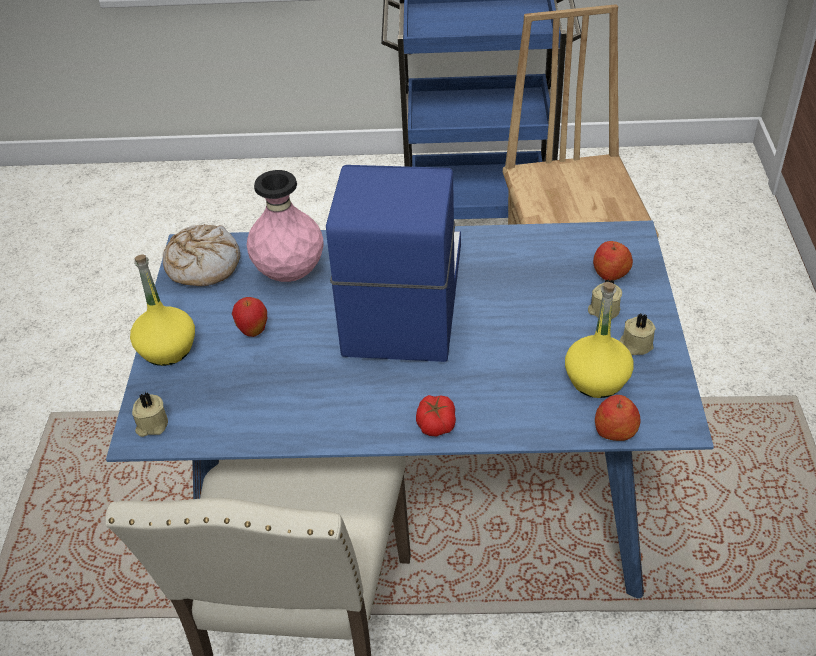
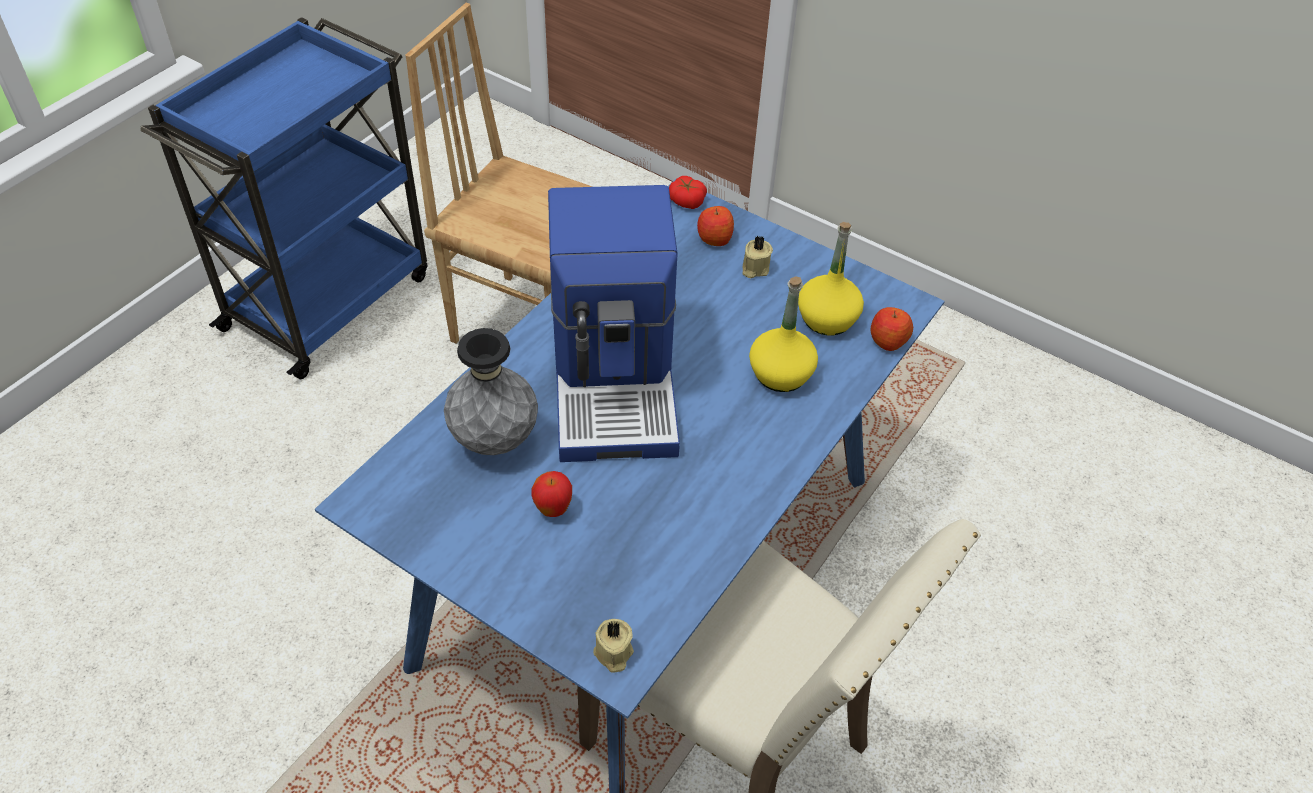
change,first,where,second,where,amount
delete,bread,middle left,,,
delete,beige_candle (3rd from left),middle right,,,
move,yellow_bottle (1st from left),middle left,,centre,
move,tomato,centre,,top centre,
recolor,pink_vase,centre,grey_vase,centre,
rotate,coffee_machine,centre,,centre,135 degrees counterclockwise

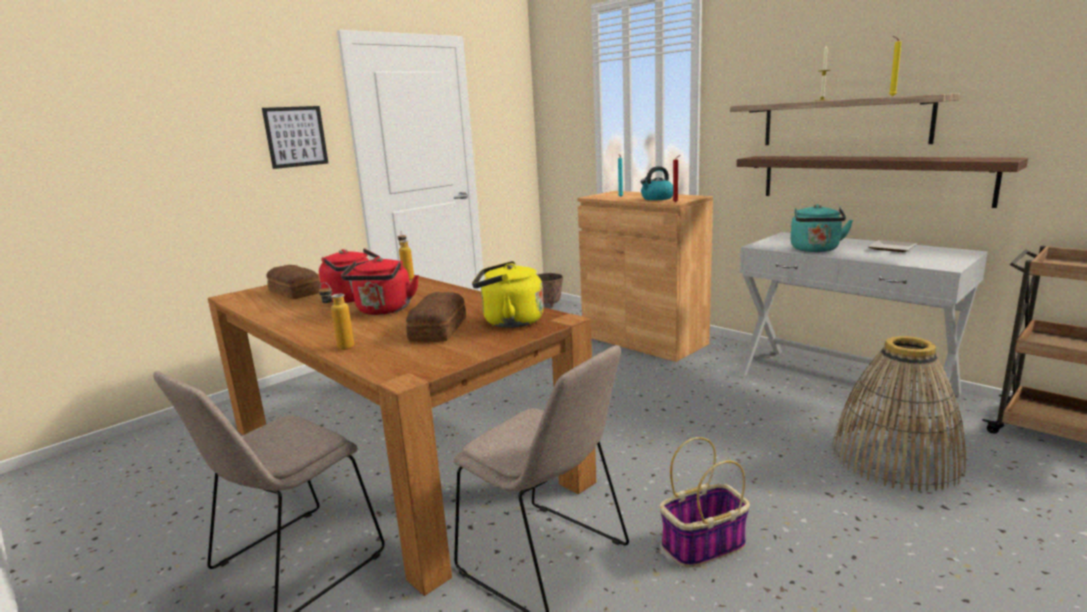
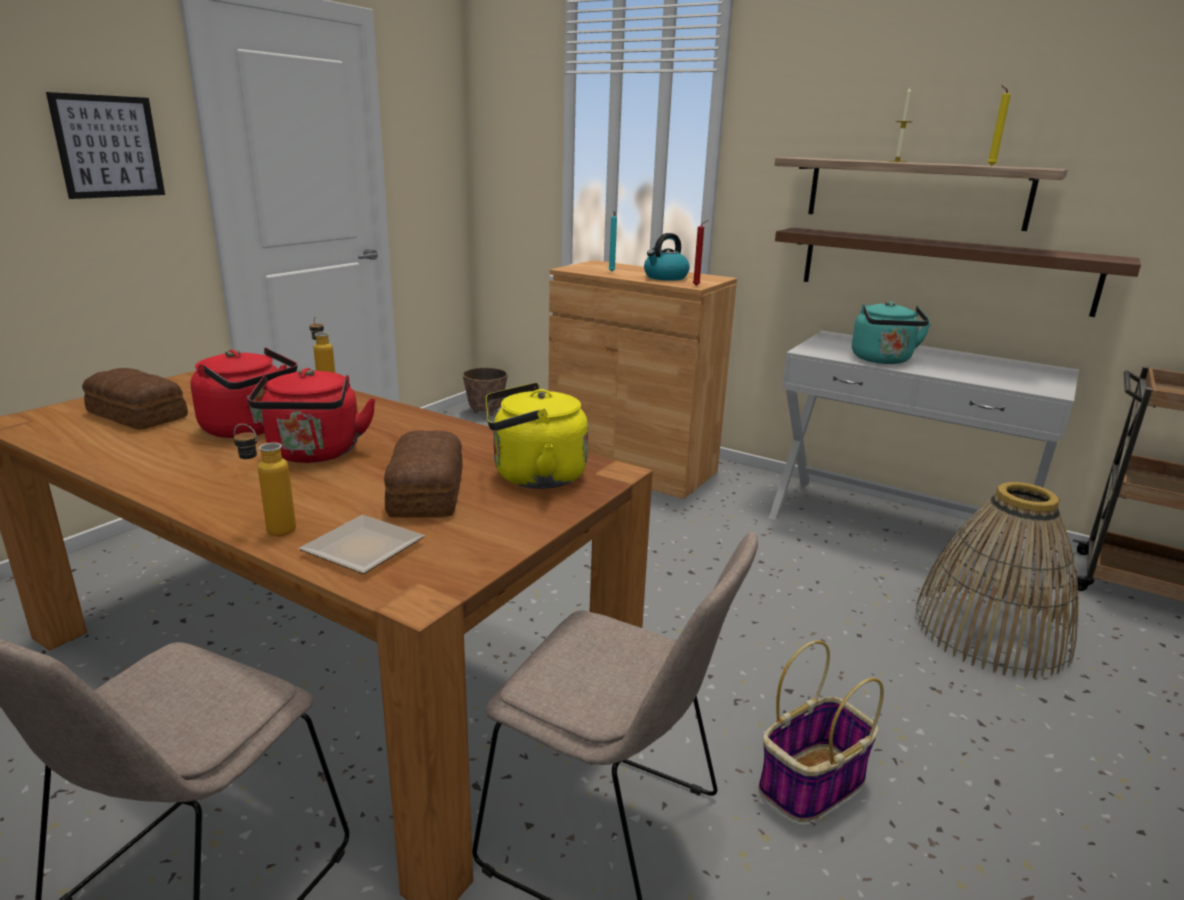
change,first,where,second,where,amount
move,plate,middle right,,middle left,

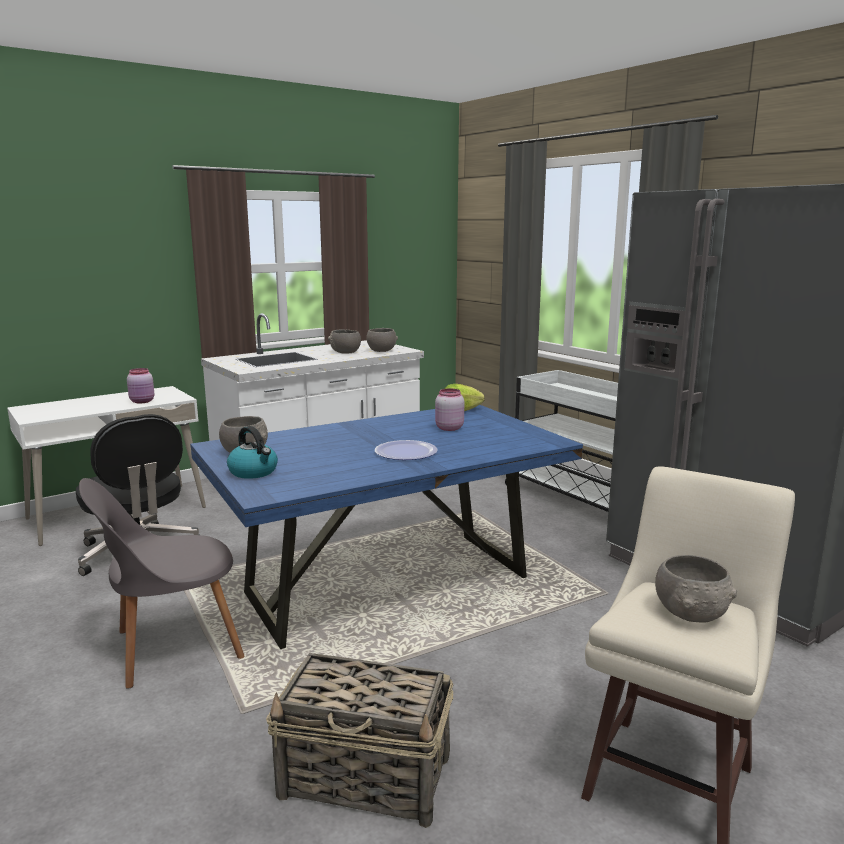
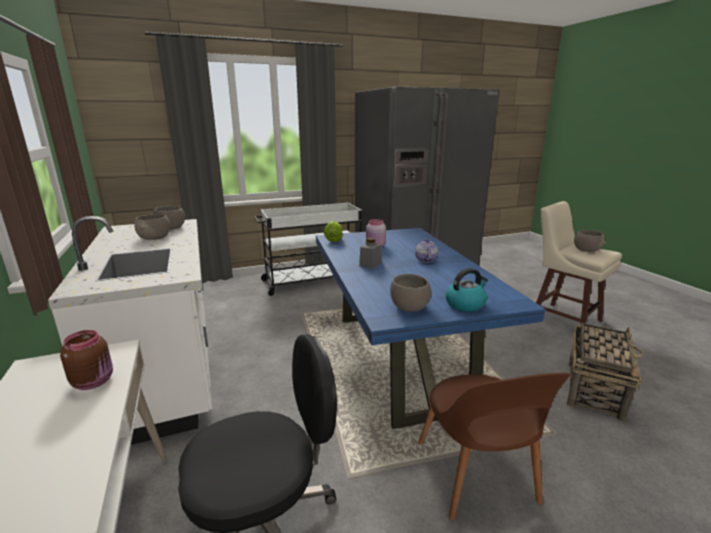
change,first,where,second,where,amount
insert,,,grey_jar,centre,
replace,plate,centre,teapot,centre,
recolor,grey_chair,bottom left,brown_chair,bottom right,
recolor,pink_jar (1st from left),middle left,brown_jar,bottom left,

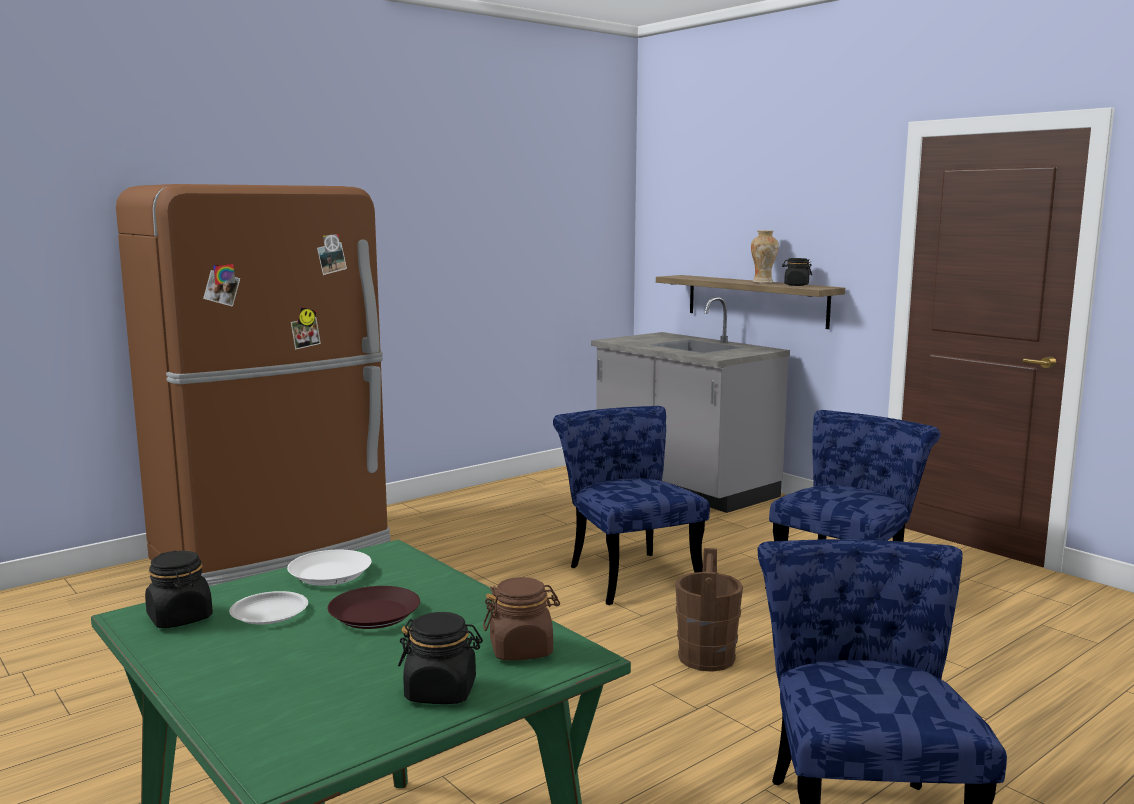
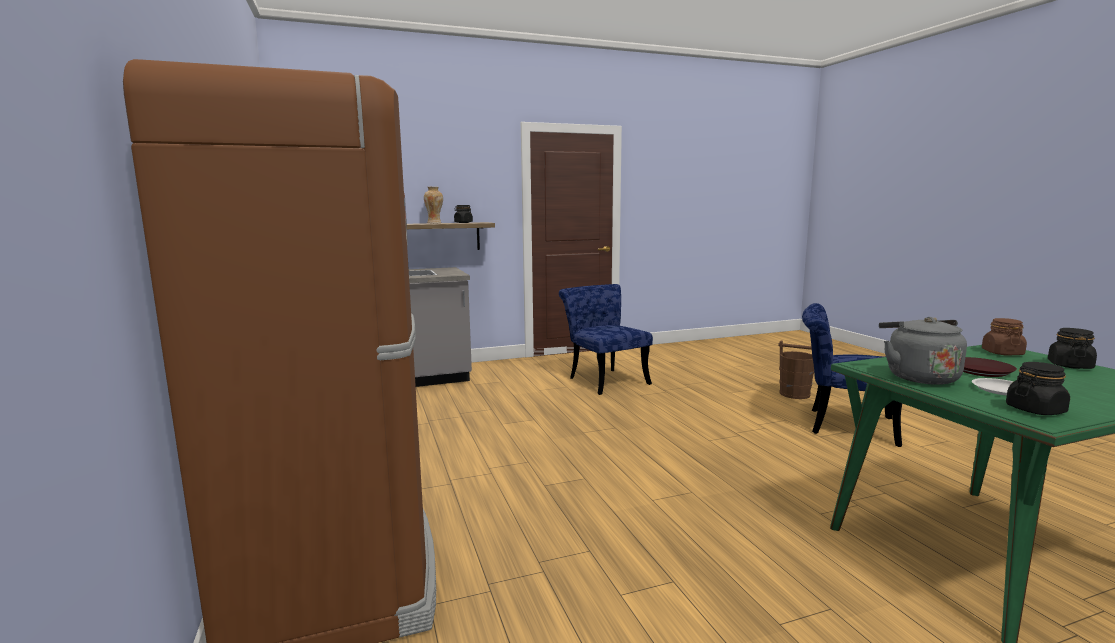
change,first,where,second,where,amount
delete,blue_chair (1st from left),centre,,,
move,brown_bucket,bottom centre,,middle right,
replace,white_plate (2nd from left),bottom left,grey_kettle,middle right,

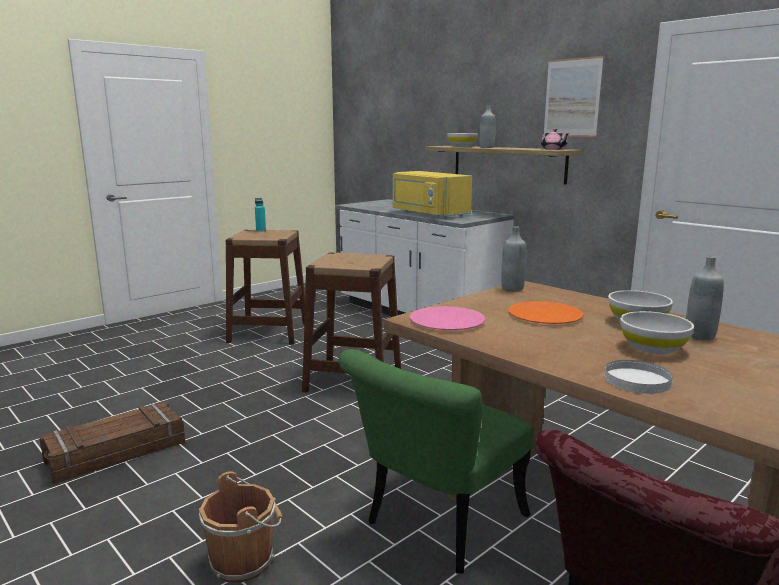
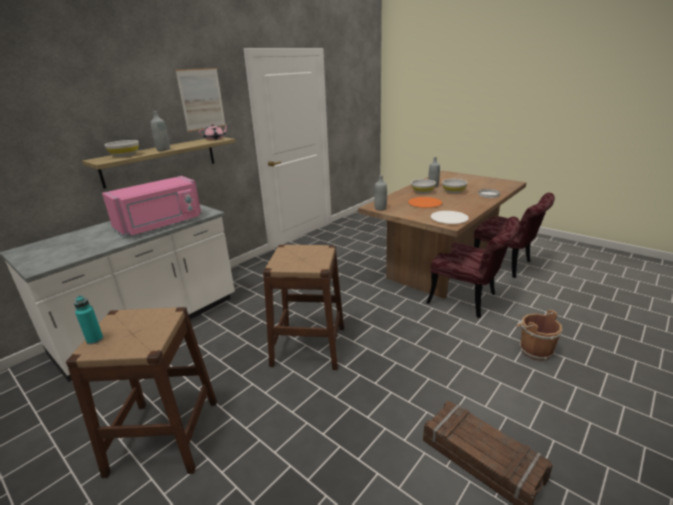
change,first,where,second,where,amount
recolor,green_chair,bottom centre,red_chair (1st from left),middle right,
recolor,yellow_microwave,centre,pink_microwave,middle left,
recolor,pink_plate,centre,white_plate (1st from left),middle right,

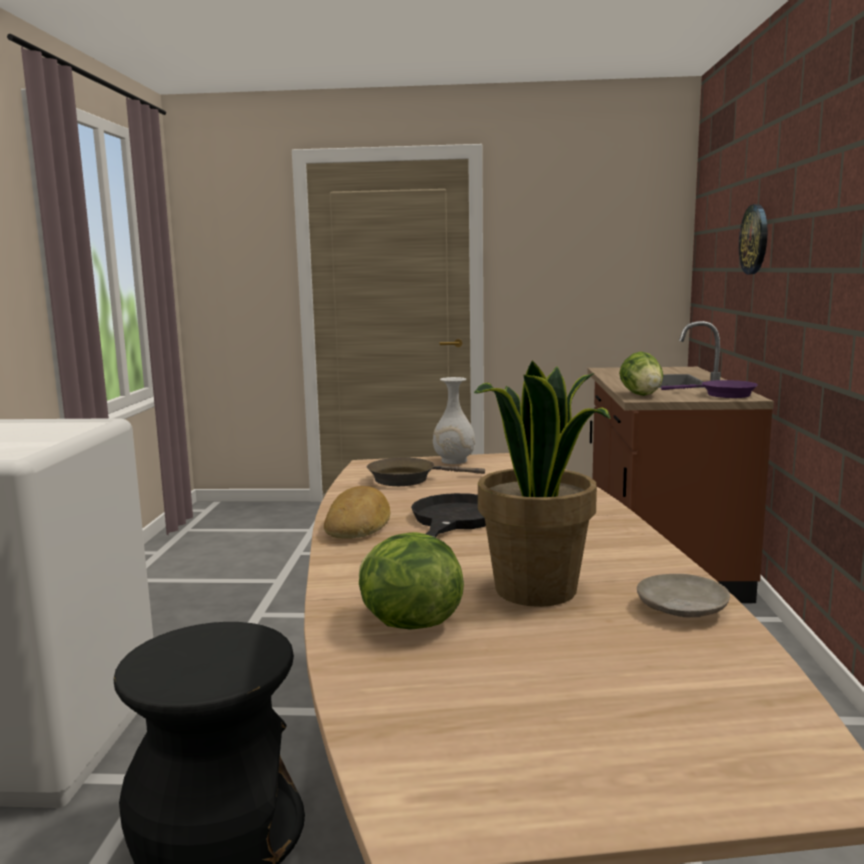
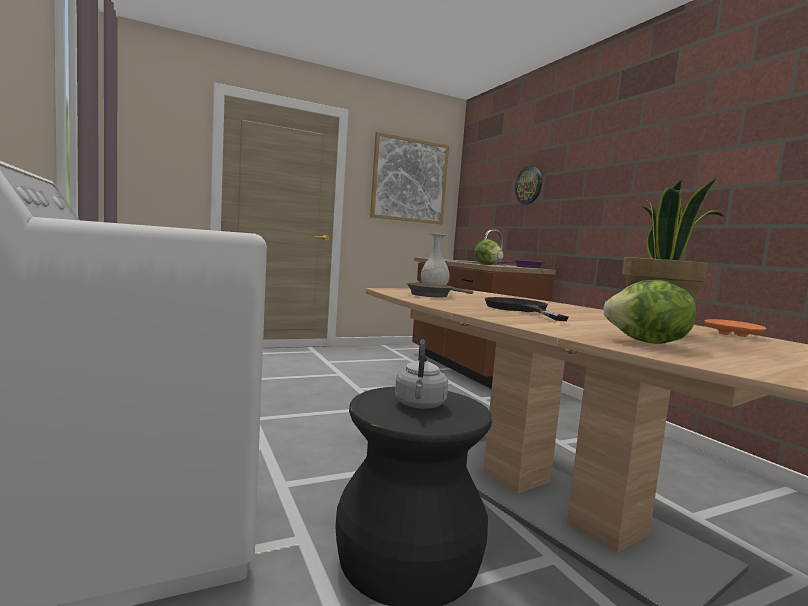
change,first,where,second,where,amount
delete,bread,centre,,,
insert,,,picture,top centre,
insert,,,grey_kettle,centre,
recolor,beige_plate,bottom right,orange_plate,middle right,

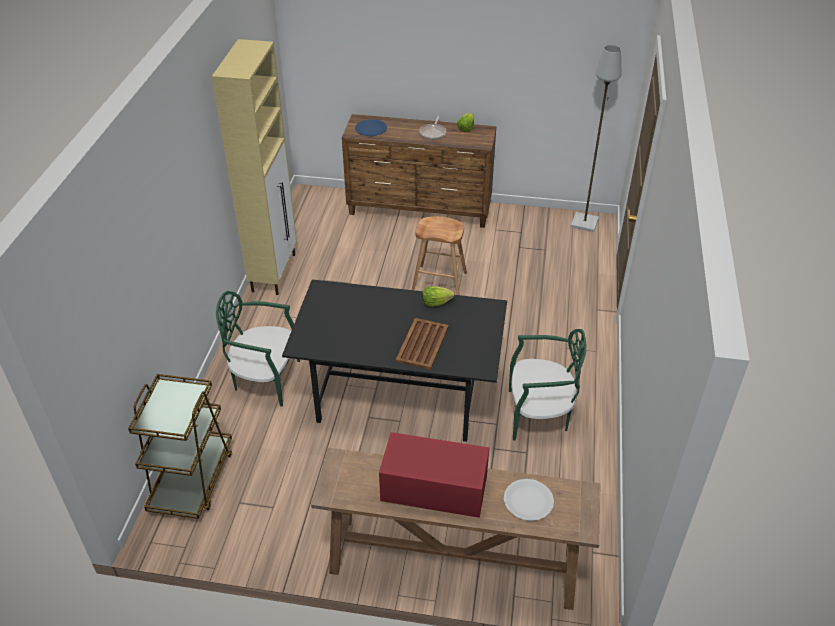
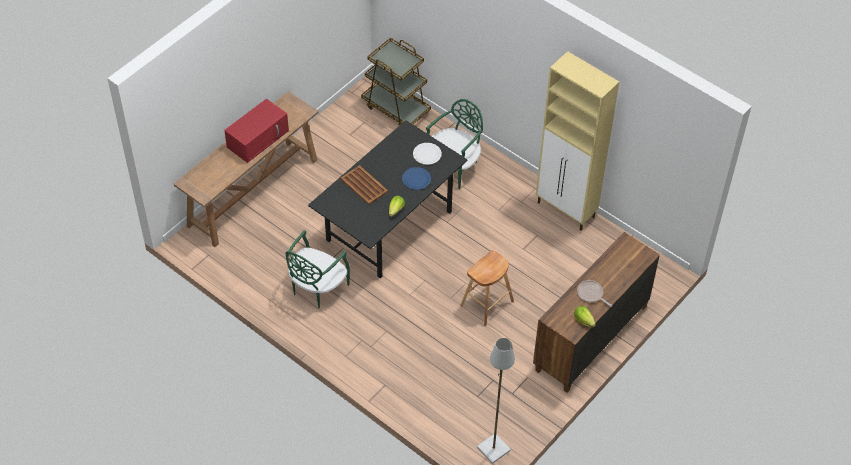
change,first,where,second,where,amount
move,blue_plate,top centre,,centre,
move,white_plate,bottom centre,,top centre,

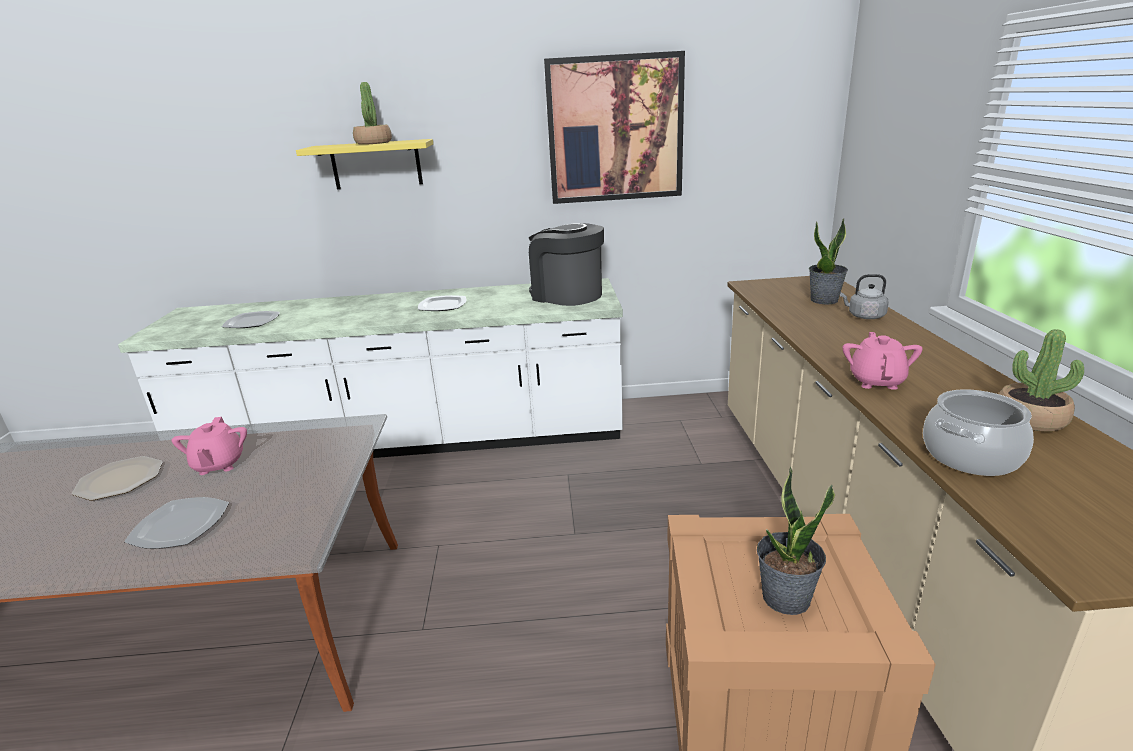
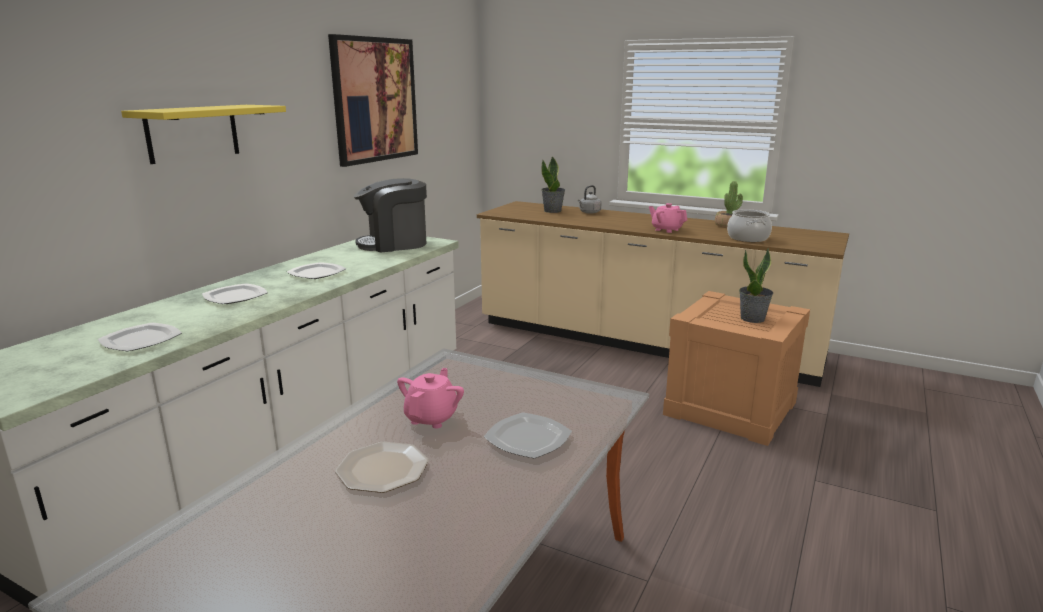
change,first,where,second,where,amount
delete,potted_plant (1st from left),top left,,,
insert,,,plate (2nd from left),middle left,
rotate,pink_teapot (1st from left),middle left,,centre,90 degrees counterclockwise

